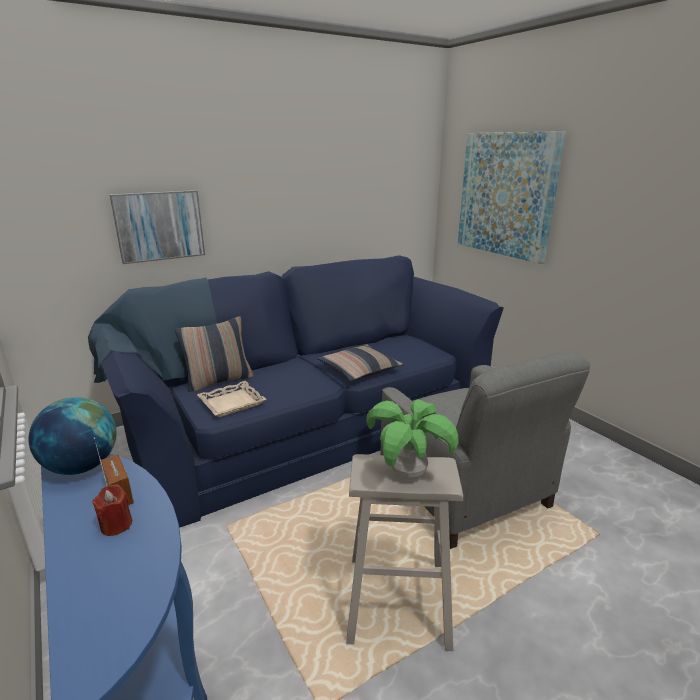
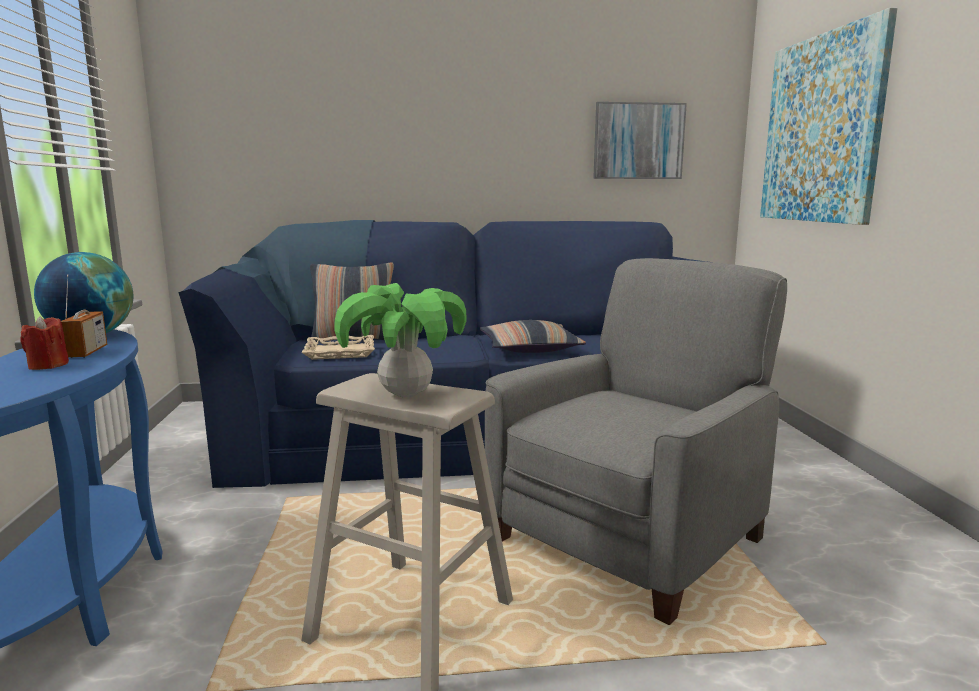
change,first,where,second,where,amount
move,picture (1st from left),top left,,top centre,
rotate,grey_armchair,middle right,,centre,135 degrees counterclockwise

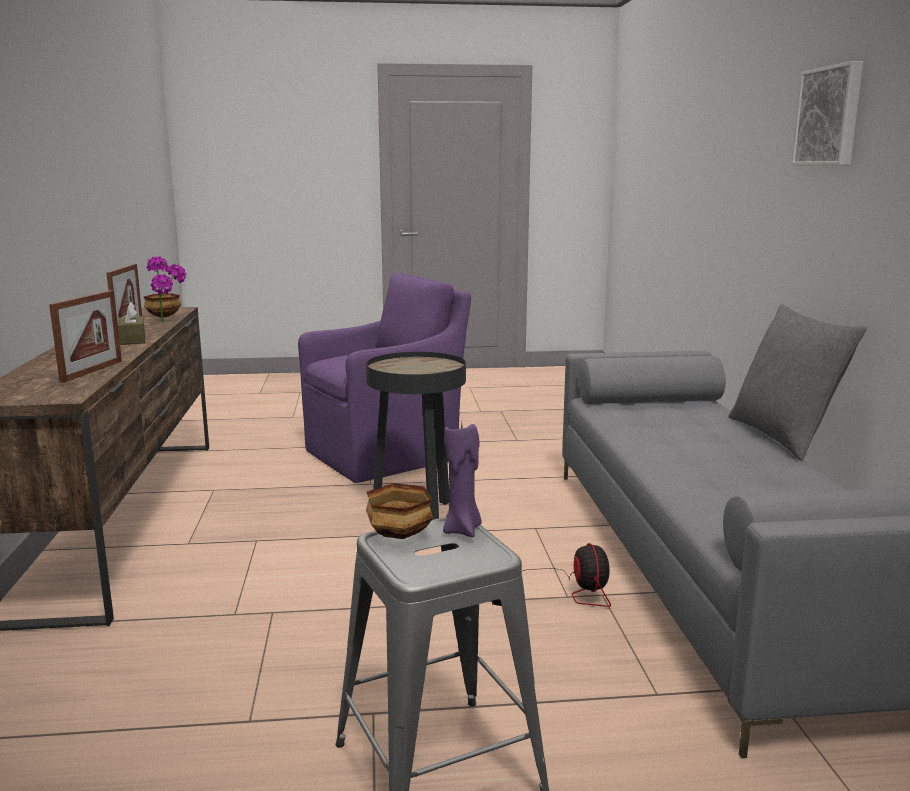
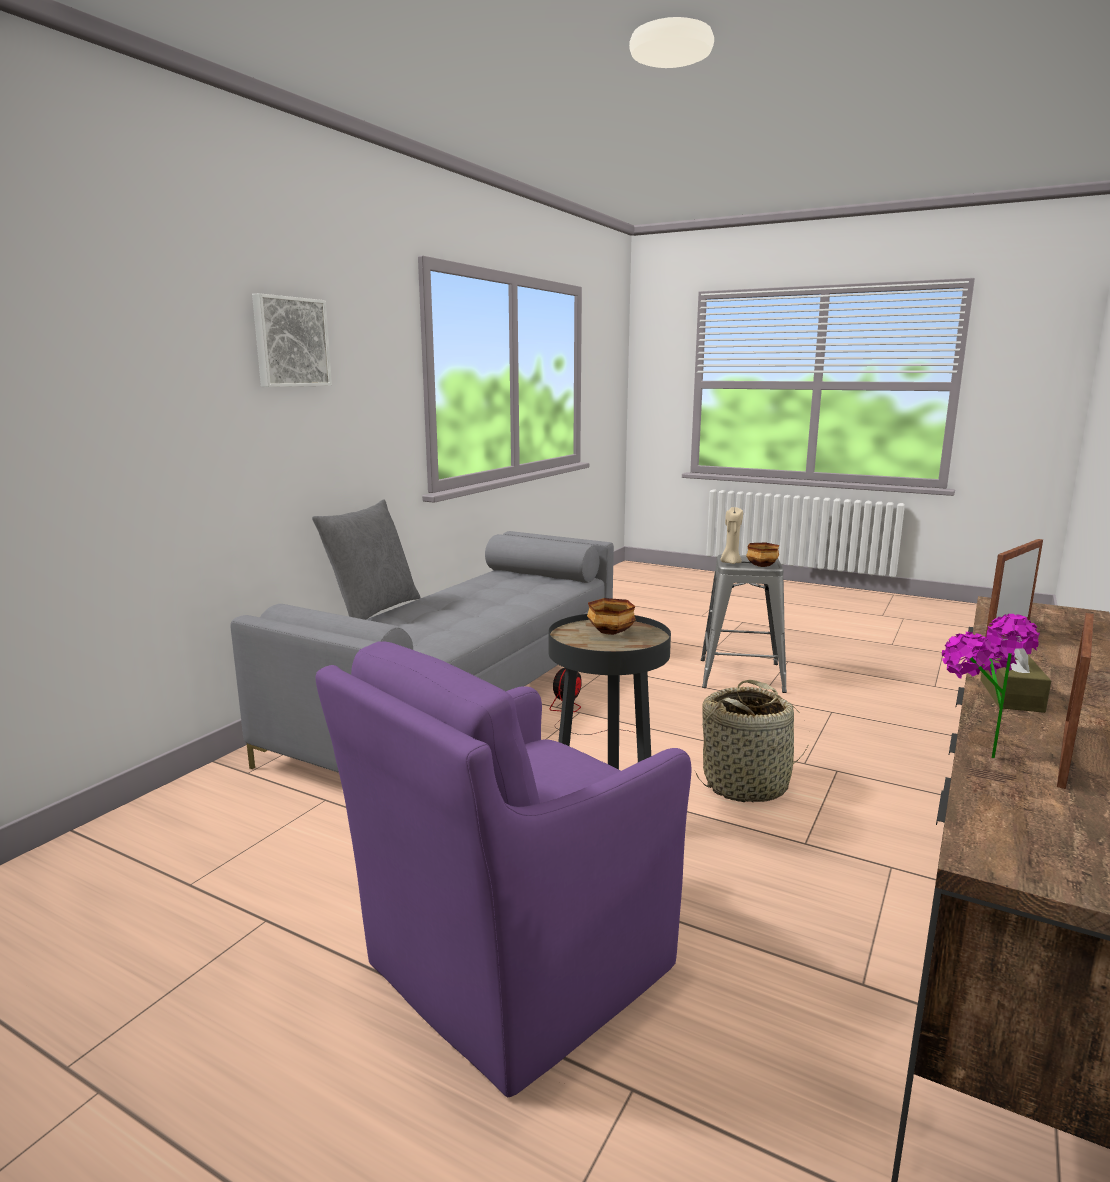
change,first,where,second,where,amount
insert,,,basket,middle right,
move,bowl (1st from left),middle left,,centre,
recolor,purple_candle,centre,beige_candle,centre,
rotate,purple_armchair,centre,,bottom centre,45 degrees counterclockwise

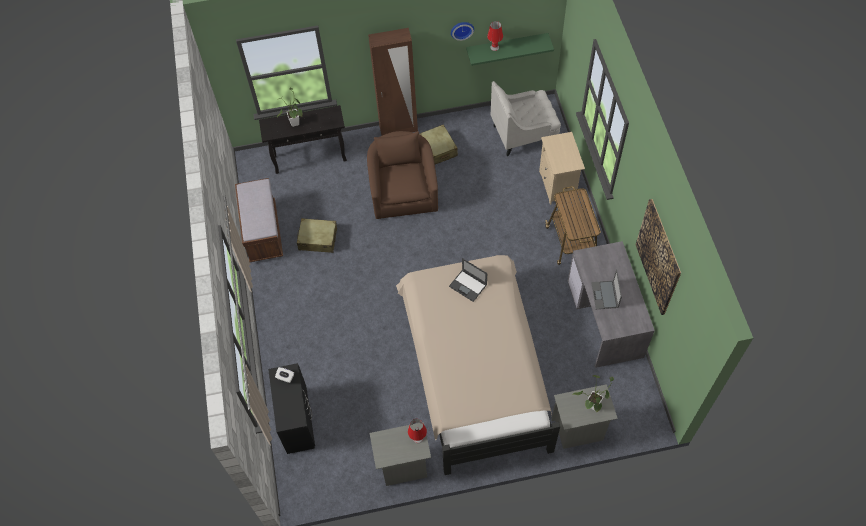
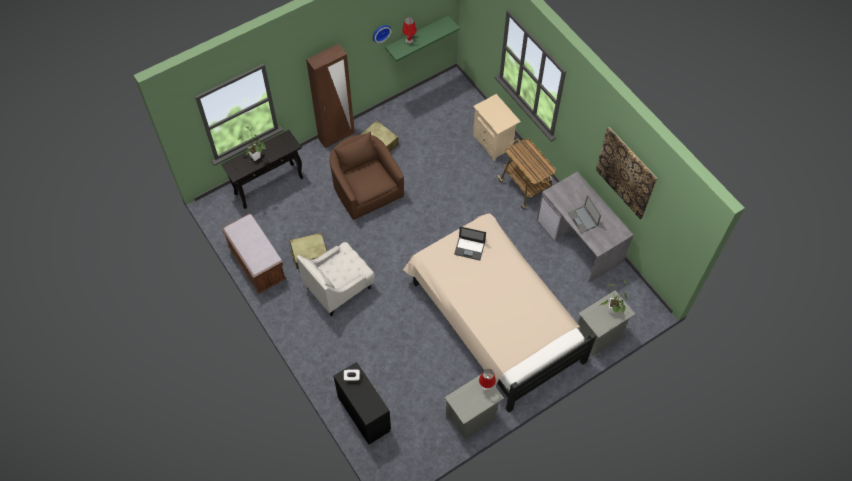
change,first,where,second,where,amount
move,white_armchair,top centre,,centre,

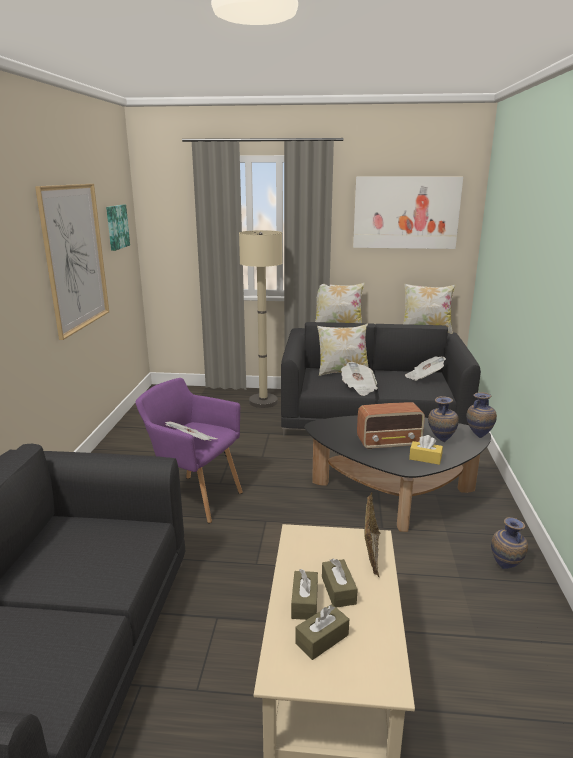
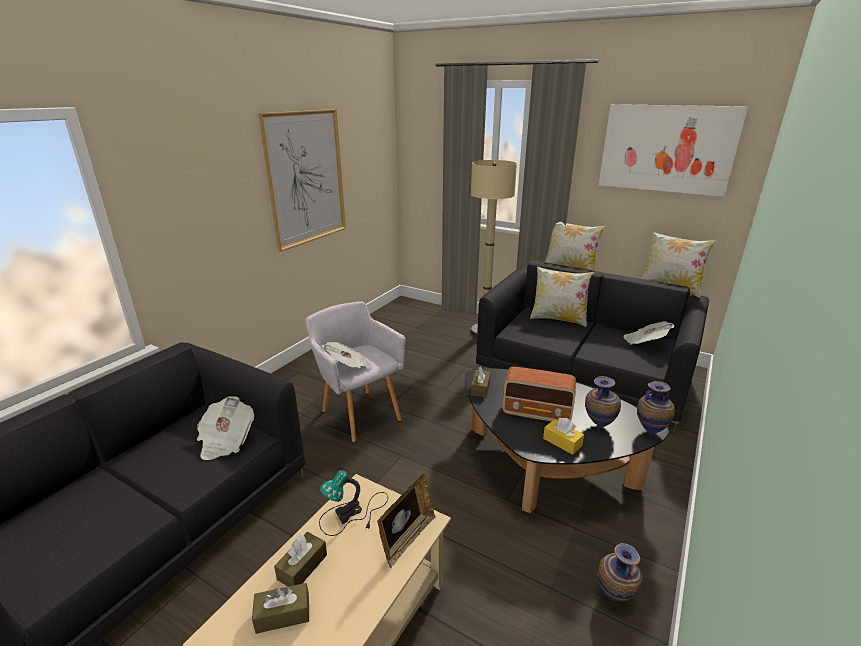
change,first,where,second,where,amount
delete,picture (2nd from left),top left,,,
insert,,,table_lamp,bottom centre,
move,brown_tissue_box (3rd from left),bottom centre,,centre,
move,newspaper (2nd from left in the first image),centre,newspaper (1st from left),middle left,
recolor,purple_armchair,middle left,grey_armchair,centre,

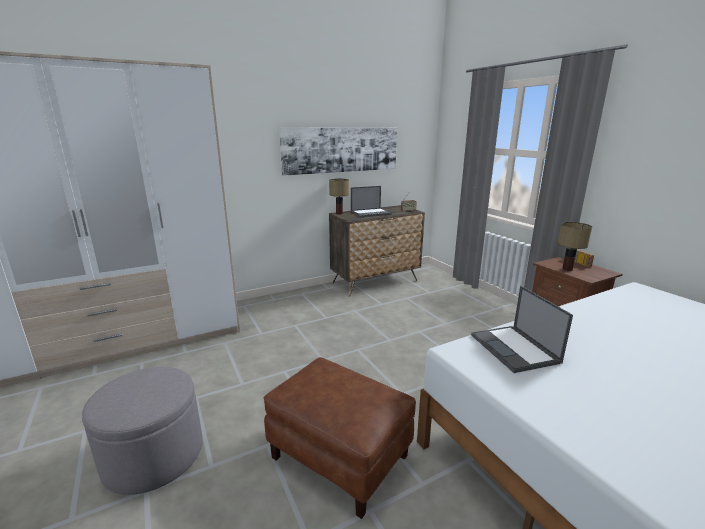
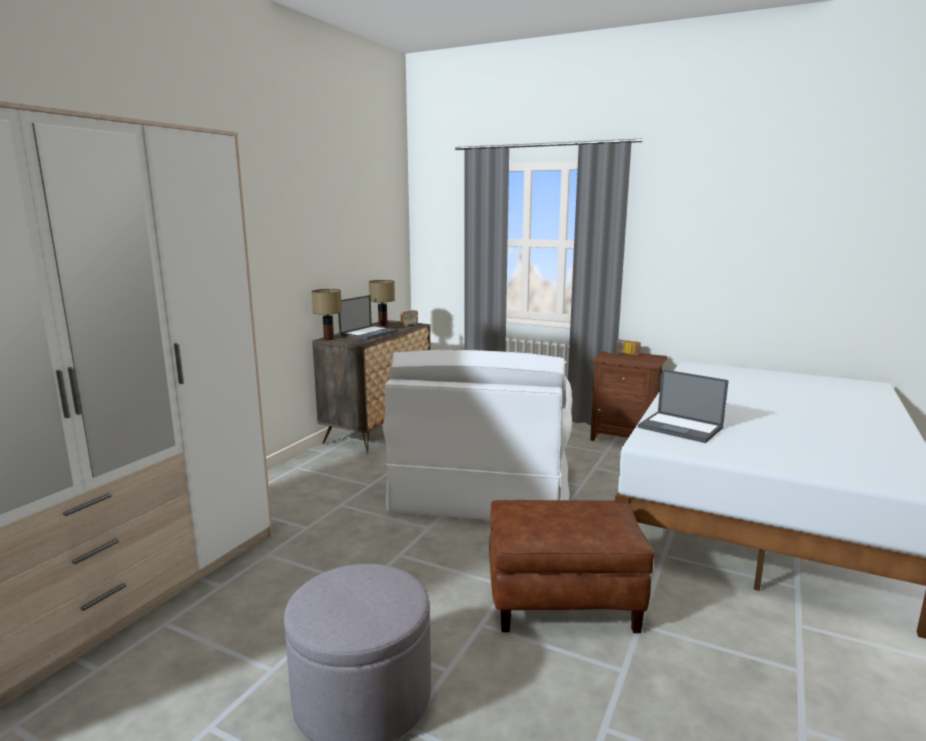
change,first,where,second,where,amount
delete,picture,top centre,,,
insert,,,white_armchair,centre,
move,table_lamp (2nd from left),middle right,,centre,

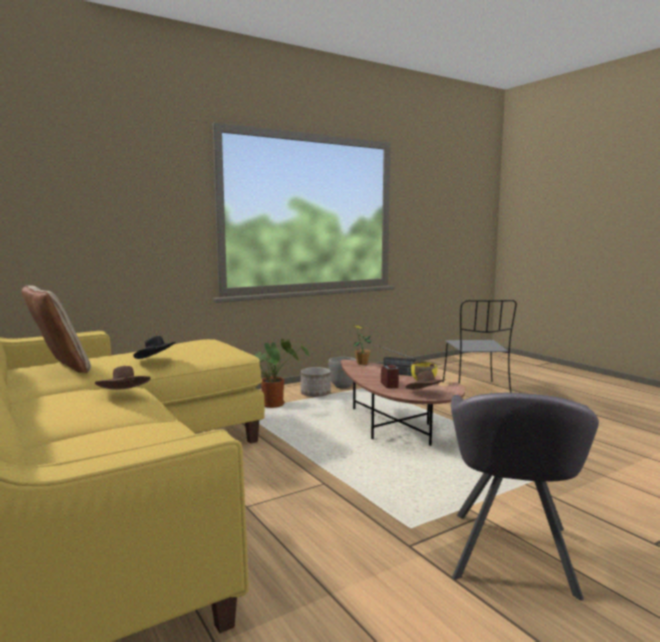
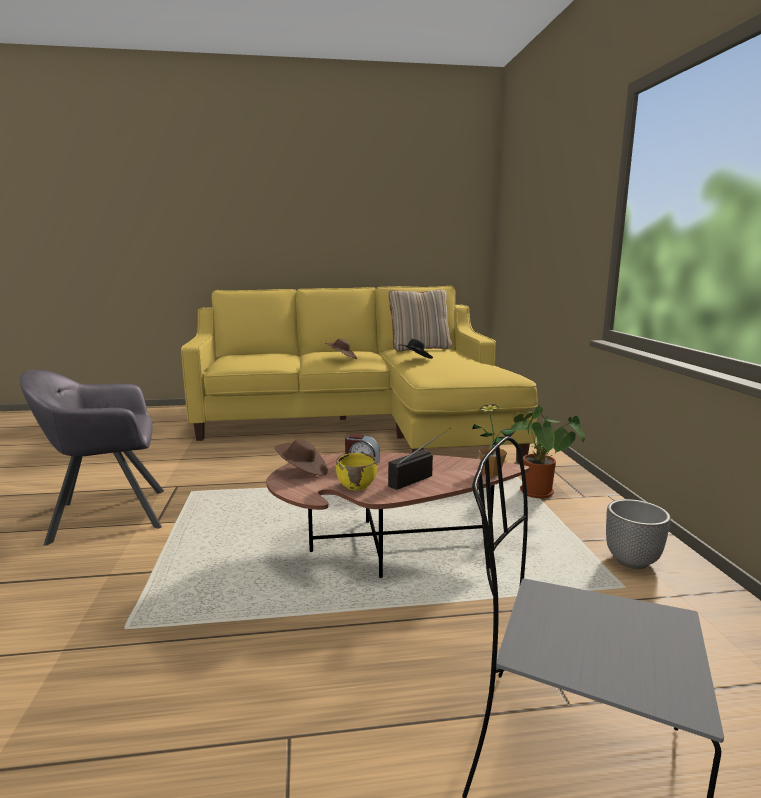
change,first,where,second,where,amount
delete,planter (1st from left),centre,,,
rotate,grey_armchair,bottom right,,middle left,60 degrees counterclockwise

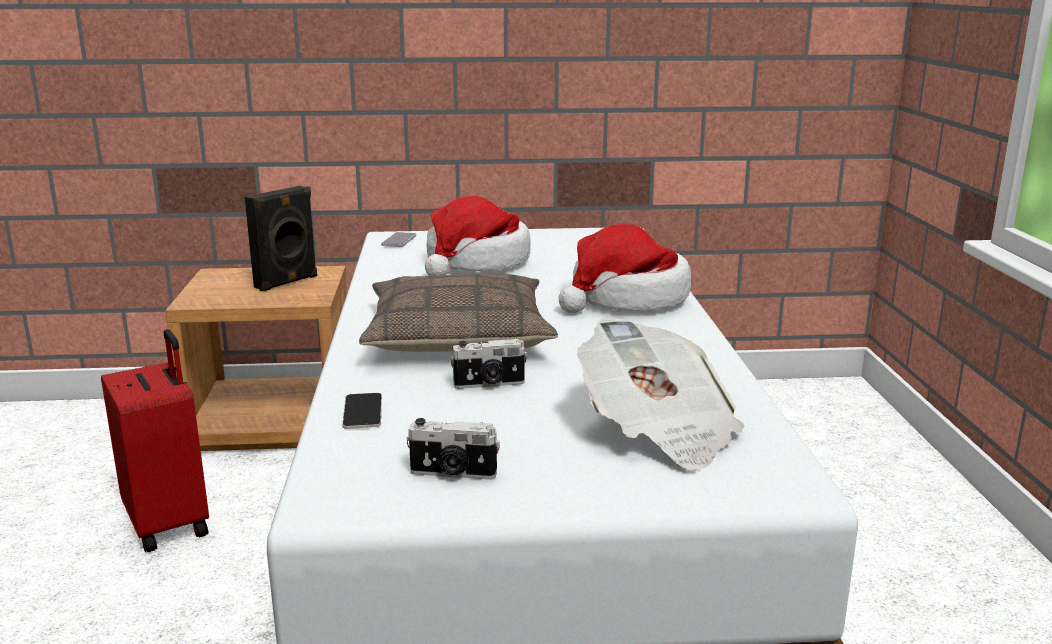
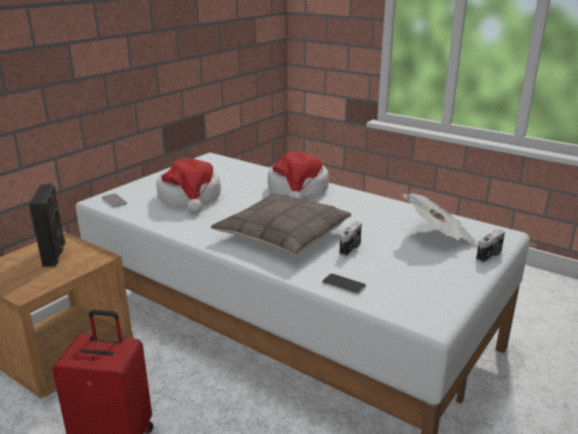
change,first,where,second,where,amount
move,photo_camera (1st from left in the first image),bottom centre,photo_camera (2nd from left),middle right,

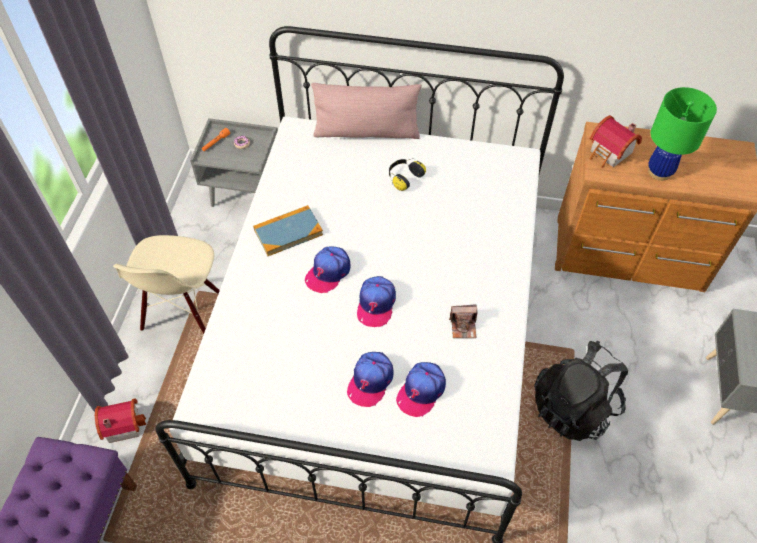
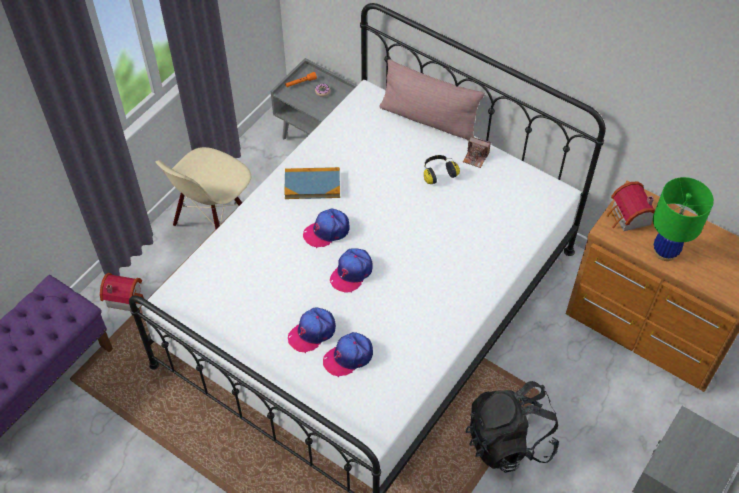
change,first,where,second,where,amount
move,photo_camera,centre,,top centre,

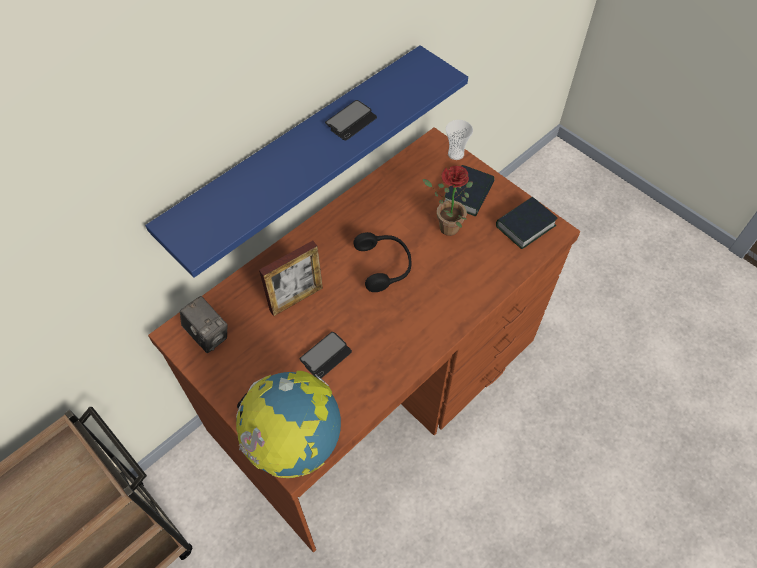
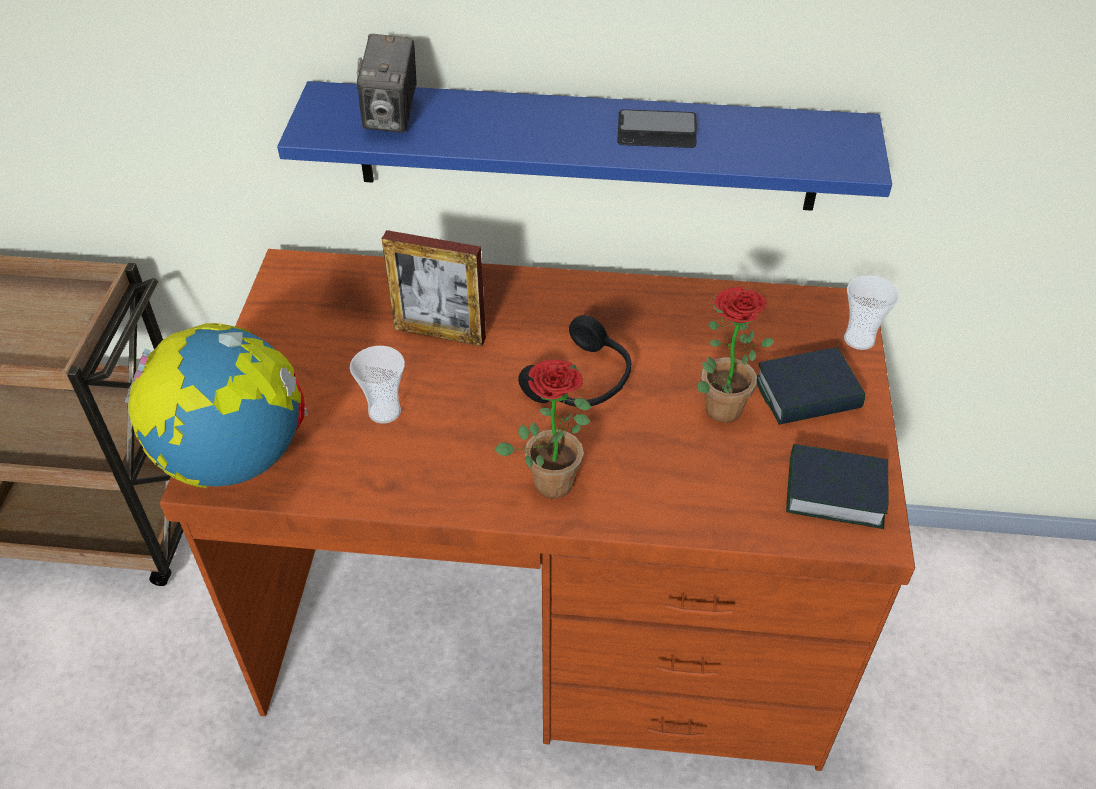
change,first,where,second,where,amount
insert,,,potted_plant (1st from left),centre,
move,photo_camera,middle left,,top centre,
replace,phone (1st from left),centre,cup (1st from left),centre,

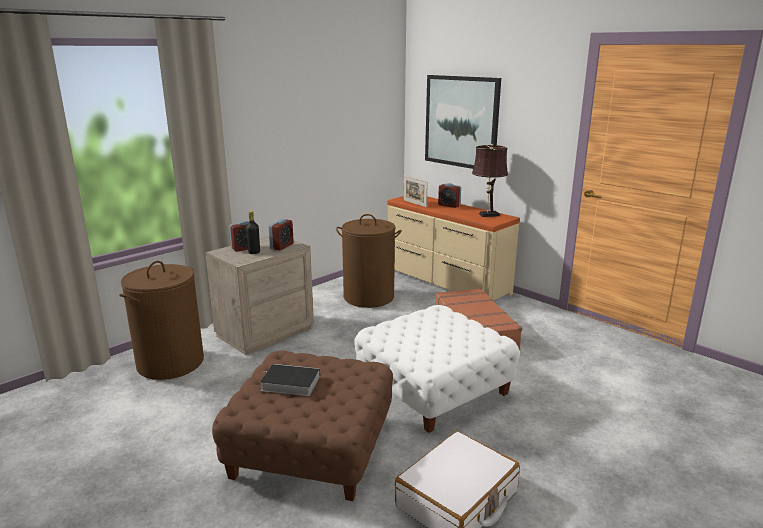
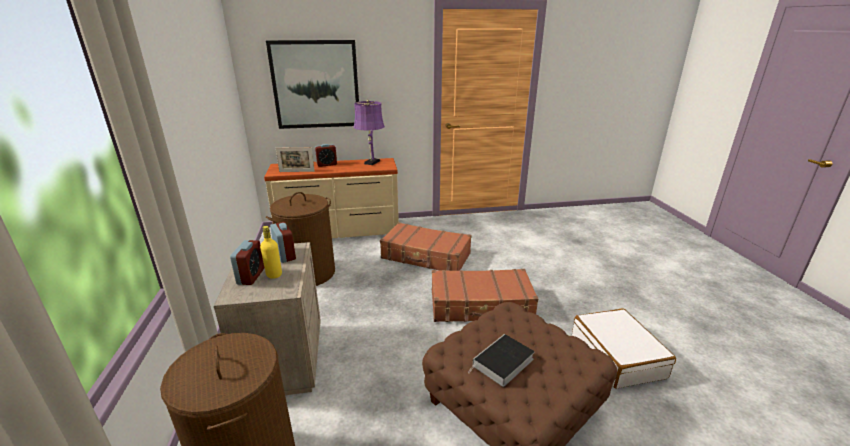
change,first,where,second,where,amount
replace,white_ottoman,bottom centre,brown_suitcase (2nd from left),centre,
recolor,black_bottle,middle left,yellow_bottle,middle left,
recolor,brown_table_lamp,centre,purple_table_lamp,top centre,

